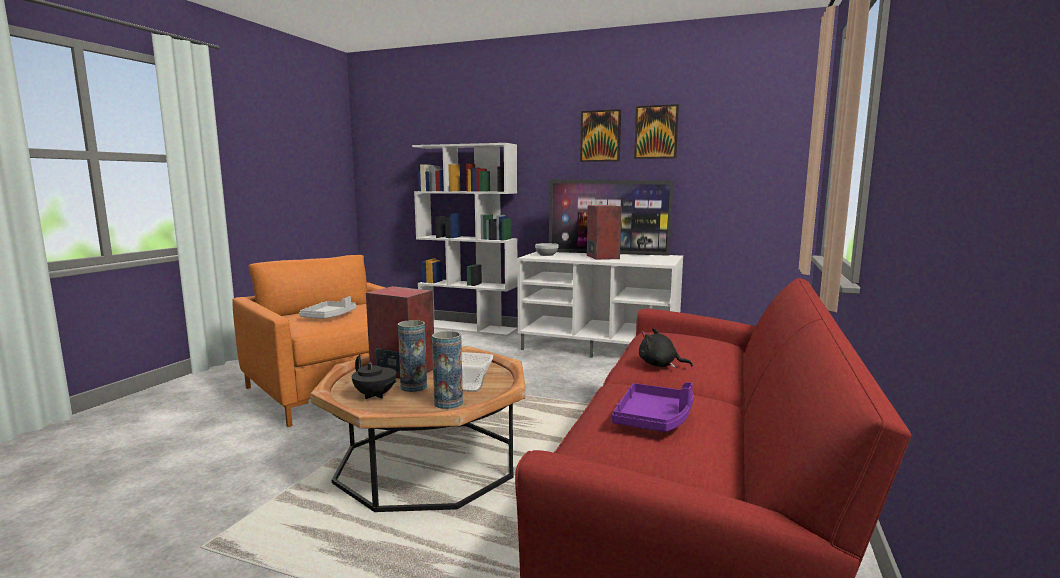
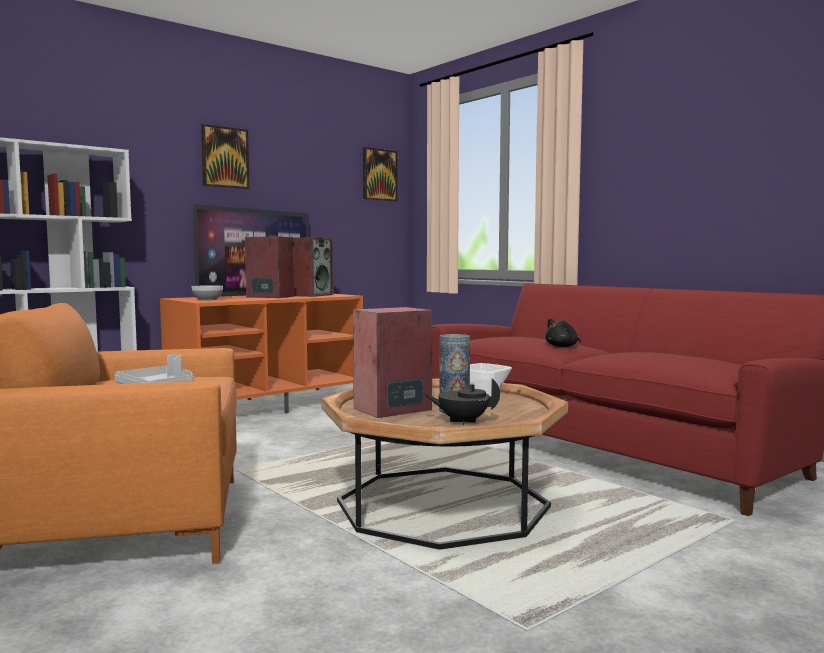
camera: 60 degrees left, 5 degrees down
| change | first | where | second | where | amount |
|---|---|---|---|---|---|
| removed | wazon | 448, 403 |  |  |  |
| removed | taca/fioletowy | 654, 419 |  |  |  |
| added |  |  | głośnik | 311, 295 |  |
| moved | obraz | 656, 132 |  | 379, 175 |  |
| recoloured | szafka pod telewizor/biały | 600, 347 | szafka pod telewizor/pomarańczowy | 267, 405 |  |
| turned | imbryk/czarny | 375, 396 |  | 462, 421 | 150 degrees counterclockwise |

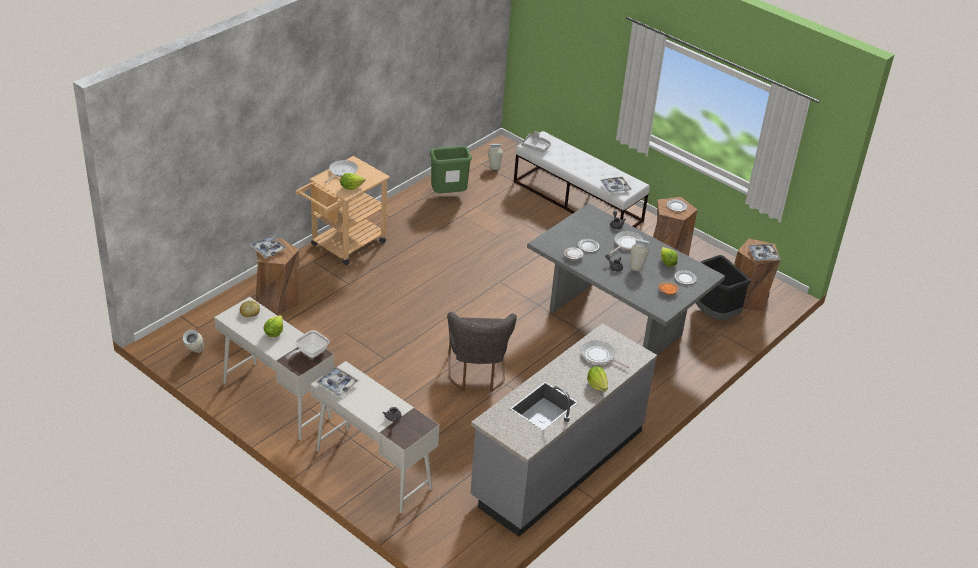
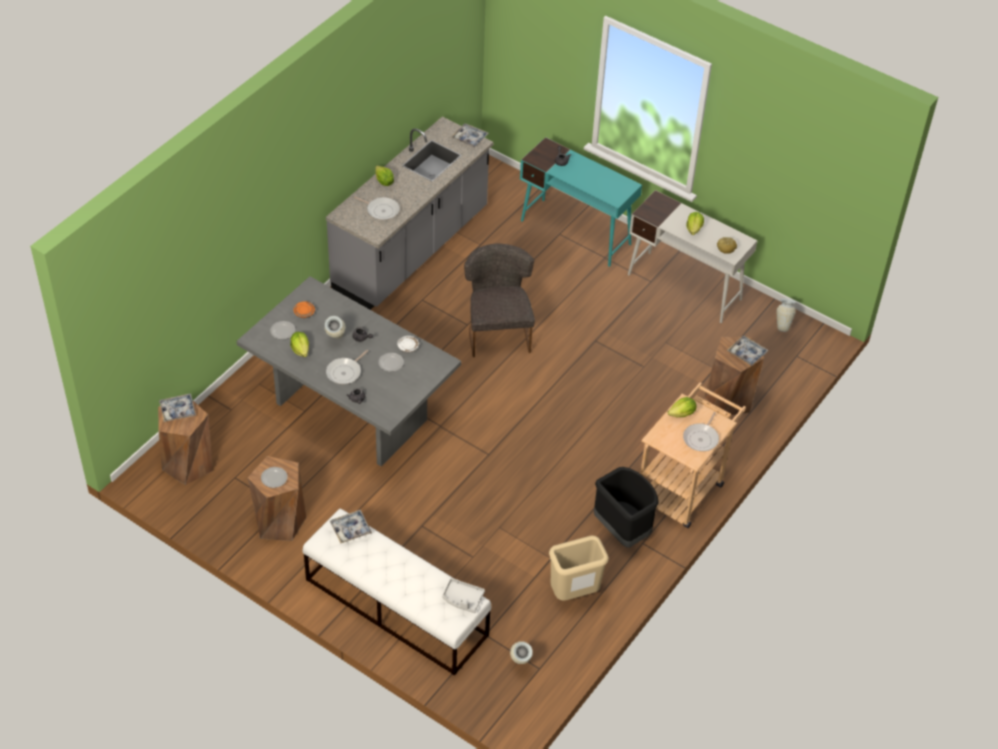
camera: 175 degrees right, 10 degrees up
| change | first | where | second | where | amount |
|---|---|---|---|---|---|
| removed | patelnia | 309, 353 |  |  |  |
| moved | taca | 337, 384 |  | 469, 138 |  |
| moved | kosz na śmieci/czarny | 714, 313 |  | 622, 530 |  |
| recoloured | biurko/biały | 373, 469 | biurko/turkusowy | 576, 232 |  |
| recoloured | kosz na śmieci/zielony | 448, 195 | kosz na śmieci/beżowy | 574, 594 |  |

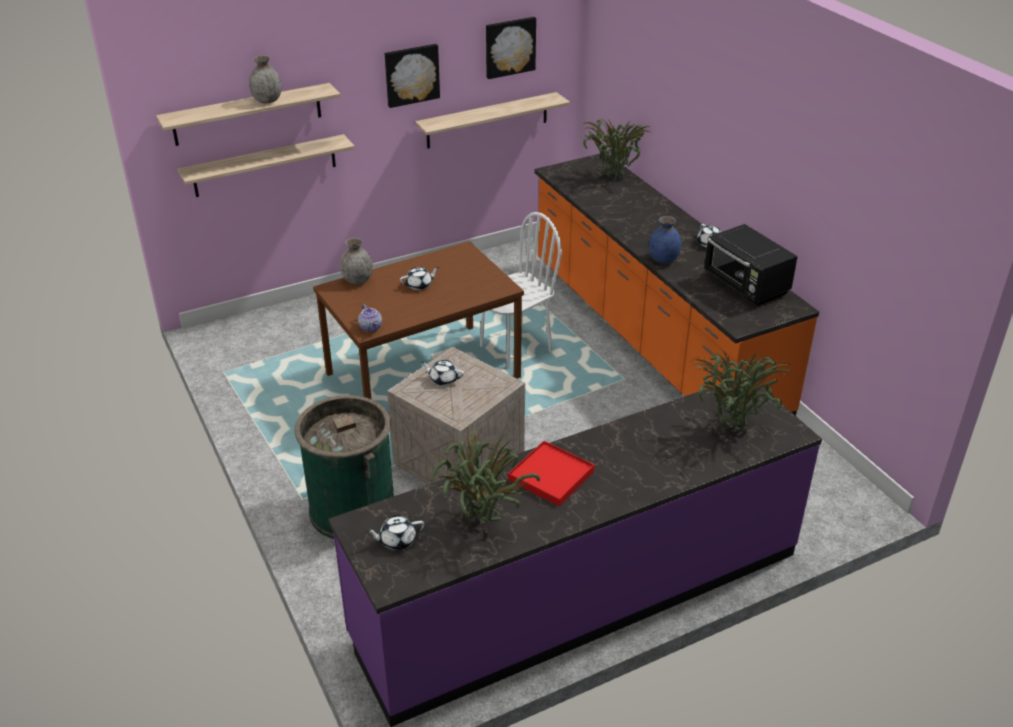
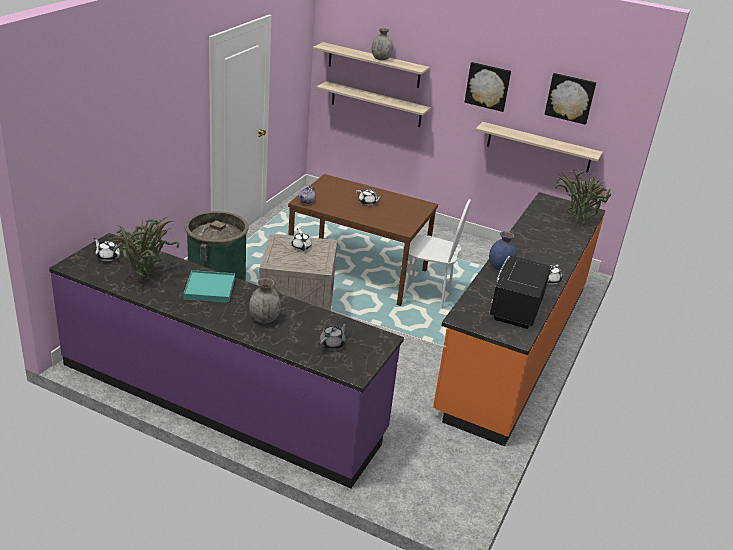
camera: 50 degrees right, 5 degrees down
| change | first | where | second | where | amount |
|---|---|---|---|---|---|
| moved | wazon/szary | 357, 280 |  | 264, 319 |  |
| replaced | roślina doniczkowa | 731, 427 | imbryk/szary | 332, 344 |  |
| recoloured | taca/czerwony | 551, 476 | taca/turkusowy | 210, 289 |  |

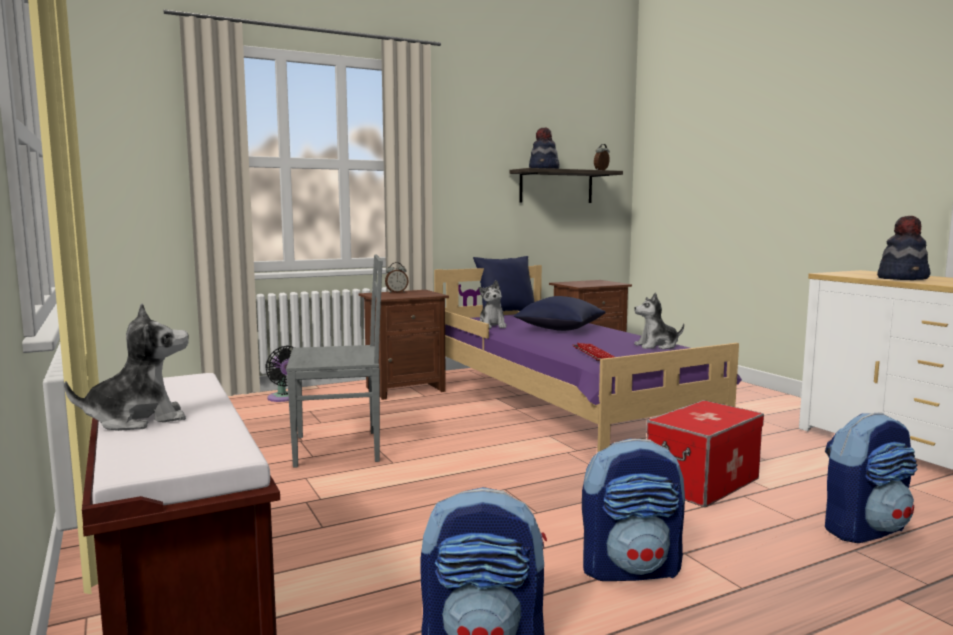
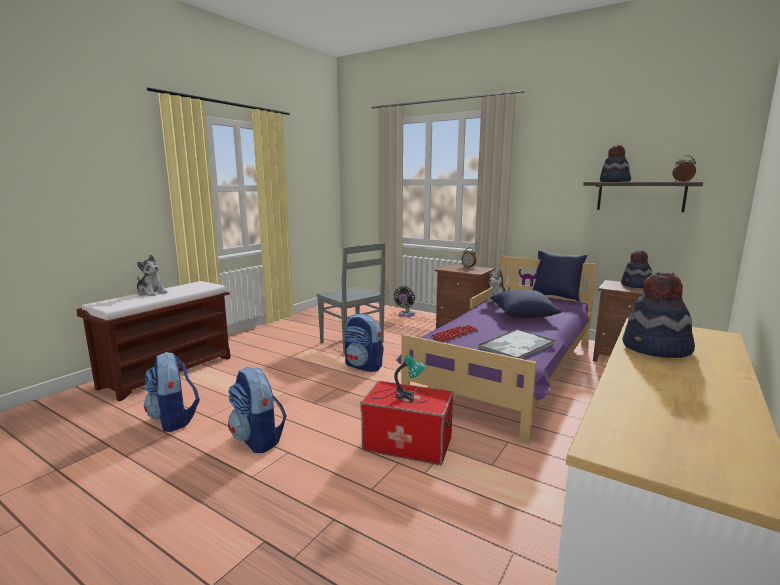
camera: 60 degrees right, 5 degrees up
| change | first | where | second | where | amount |
|---|---|---|---|---|---|
| added |  |  | lampa stołowa | 402, 395 |  |
| added |  |  | kapelusz | 636, 286 |  |
| moved | plecak | 863, 529 |  | 364, 366 |  |
| replaced | pluszak | 657, 346 | taca | 516, 346 |  |

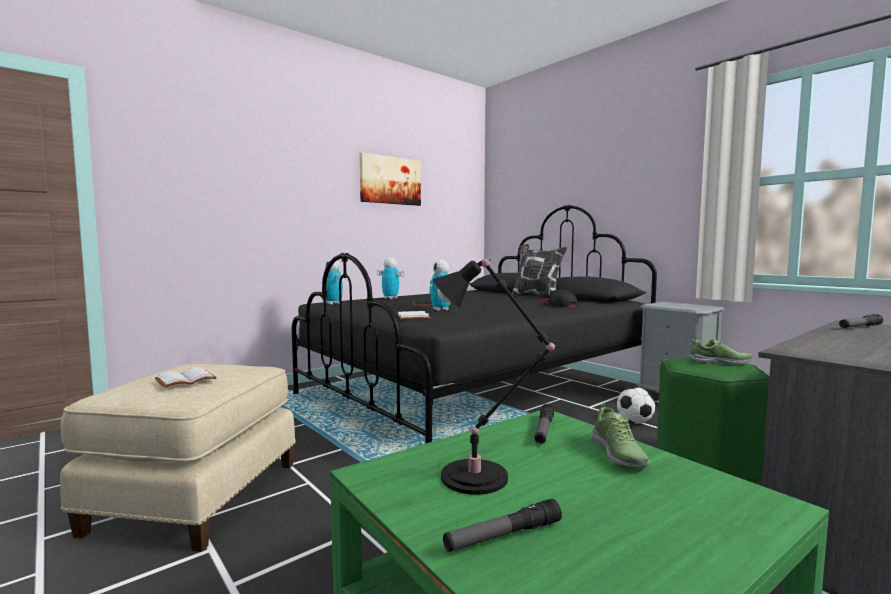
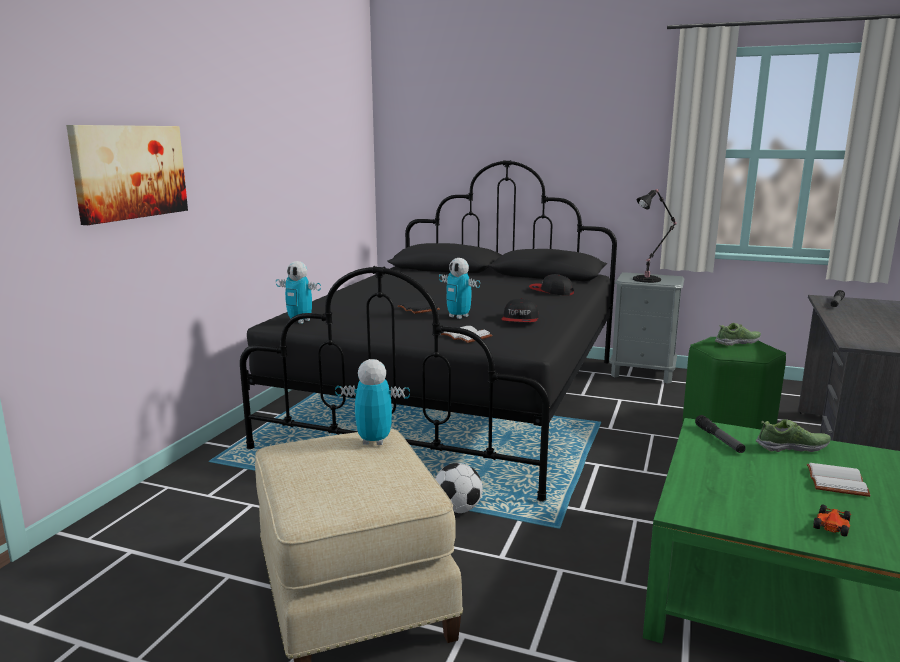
camera: 30 degrees left, 10 degrees up
| change | first | where | second | where | amount |
|---|---|---|---|---|---|
| removed | poduszka | 536, 296 |  |  |  |
| added |  |  | czapka z daszkiem | 520, 320 |  |
| moved | książka/biały | 185, 380 |  | 838, 482 |  |
| moved | obraz | 390, 180 |  | 130, 172 |  |
| moved | robot zabawkowy | 390, 298 |  | 374, 441 |  |
| moved | lampa stołowa/czarny | 480, 477 |  | 649, 279 |  |
| moved | piłka futbolowa | 635, 422 |  | 457, 510 |  |
| replaced | latarka | 503, 536 | samochodzik | 832, 525 |  |
| turned | but | 618, 454 |  | 792, 447 | 60 degrees counterclockwise |

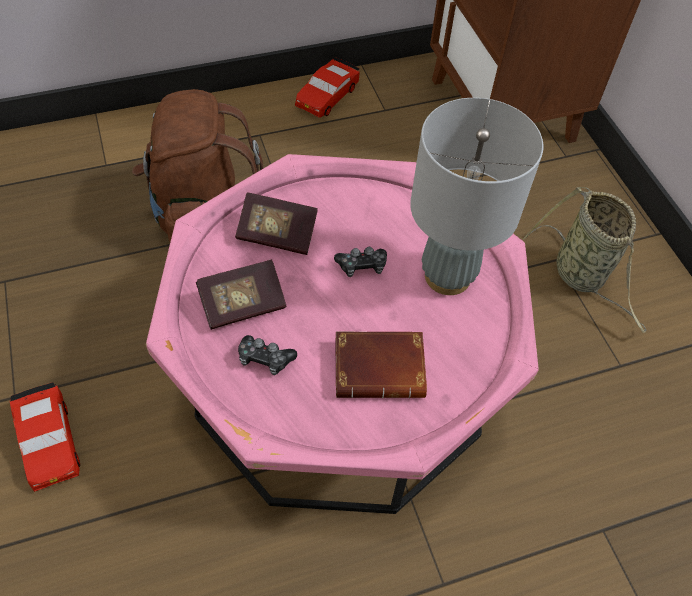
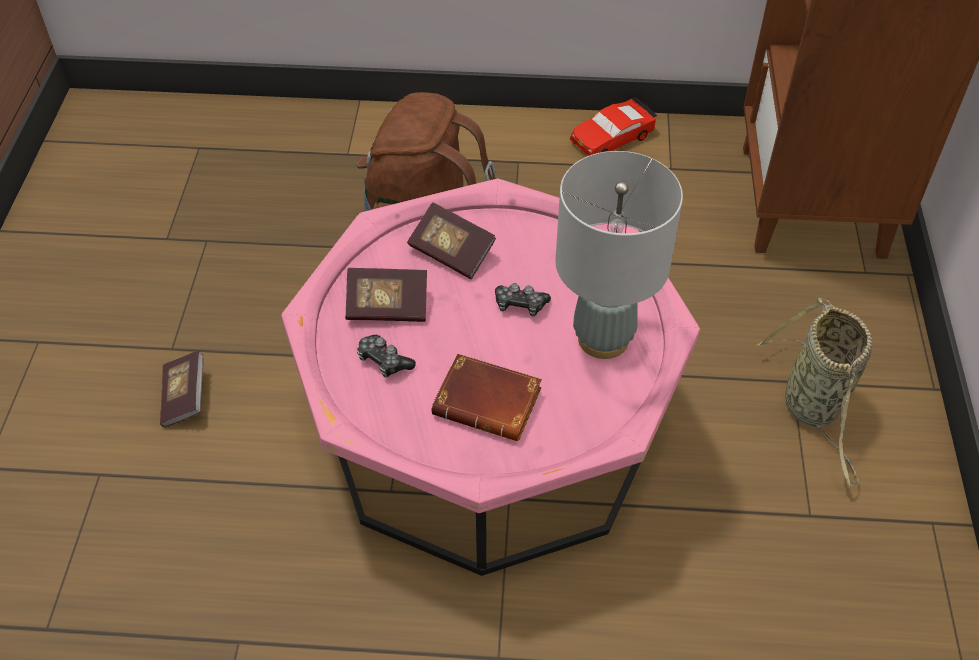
camera: 25 degrees right, 5 degrees down
| change | first | where | second | where | amount |
|---|---|---|---|---|---|
| replaced | samochodzik/czerwony | 48, 441 | książka | 185, 398 |  |

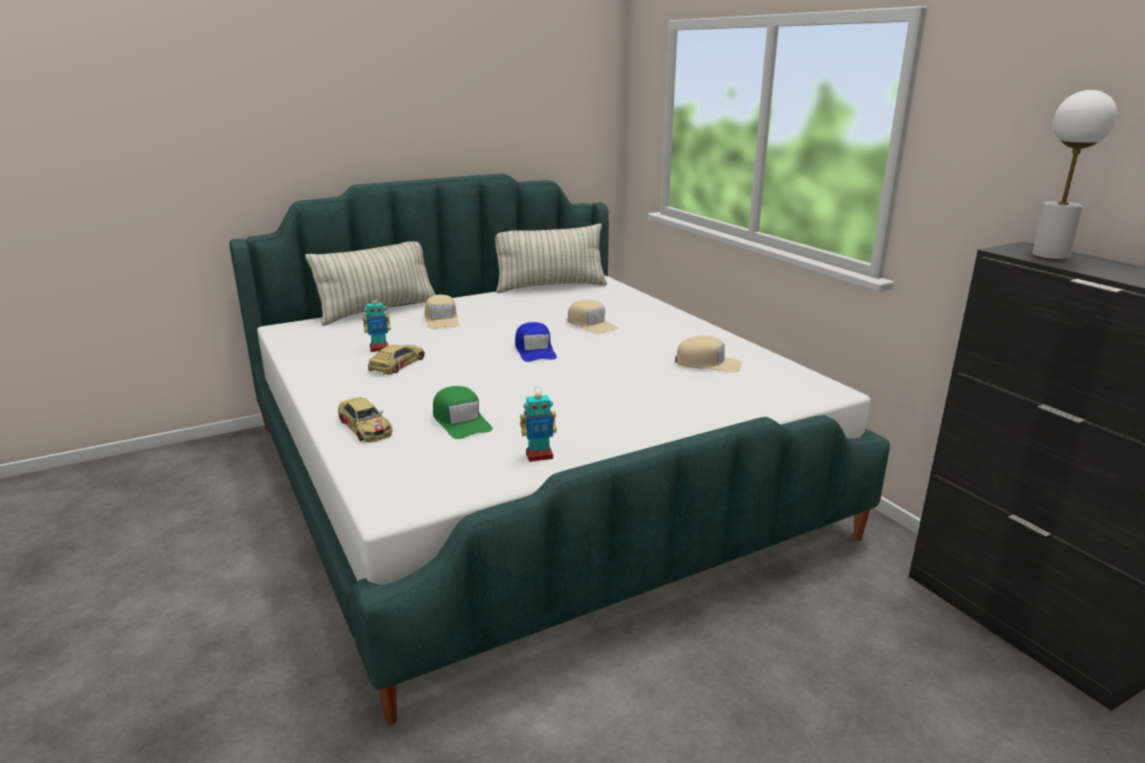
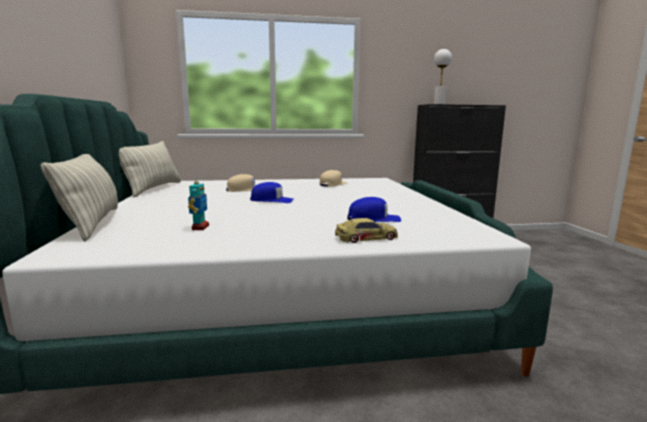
camera: 70 degrees left, 10 degrees down
| change | first | where | second | where | amount |
|---|---|---|---|---|---|
| removed | samochodzik | 398, 364 |  |  |  |
| removed | czapka z daszkiem/beżowy | 442, 320 |  |  |  |
| removed | robot zabawkowy | 539, 456 |  |  |  |
| recoloured | czapka z daszkiem/zielony | 461, 421 | czapka z daszkiem/niebieski | 373, 219 |  |

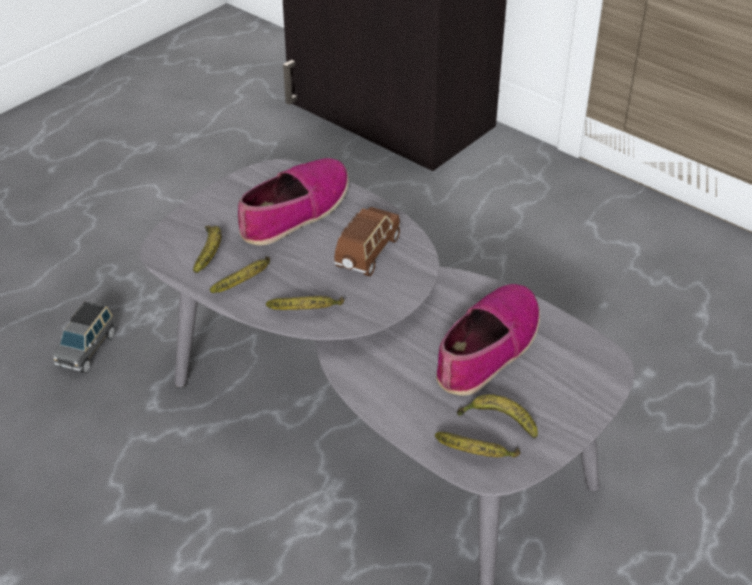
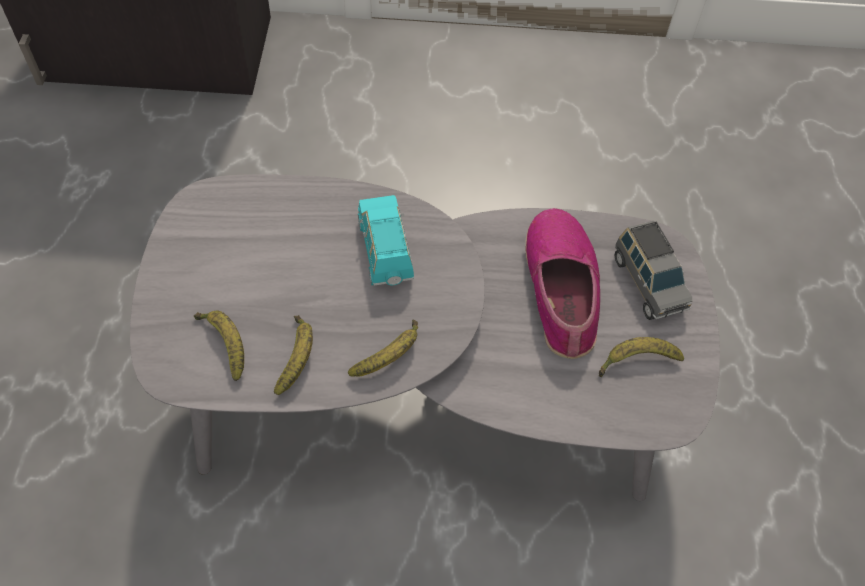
camera: 40 degrees left, 15 degrees up
| change | first | where | second | where | amount |
|---|---|---|---|---|---|
| removed | but | 295, 211 |  |  |  |
| removed | banan | 476, 454 |  |  |  |
| moved | samochodzik/szary | 87, 349 |  | 647, 283 |  |
| recoloured | samochodzik/brązowy | 367, 253 | samochodzik/turkusowy | 385, 252 |  |

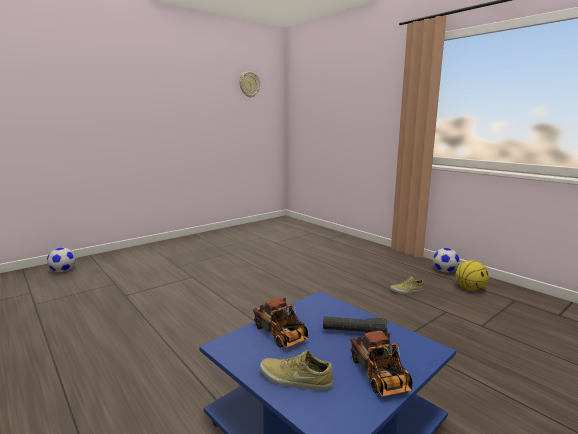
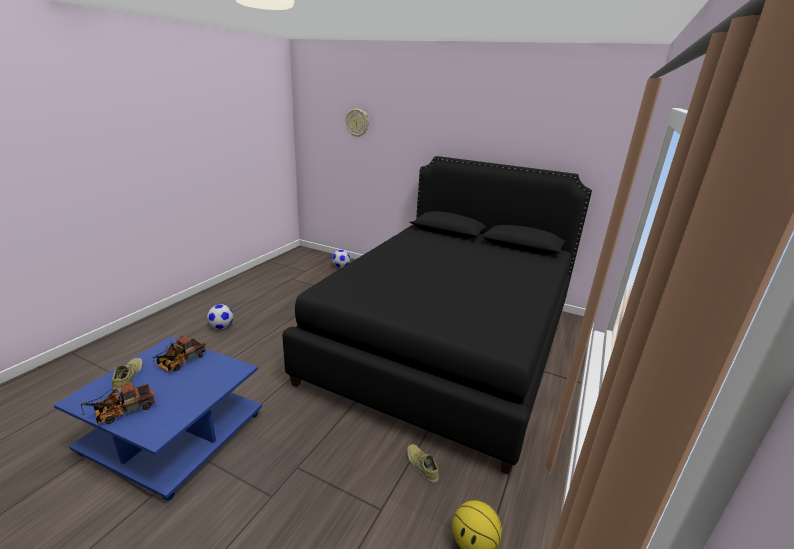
camera: 65 degrees right, 10 degrees up
| change | first | where | second | where | amount |
|---|---|---|---|---|---|
| removed | latarka/czarny | 354, 332 |  |  |  |
| added |  |  | łóżko/czarny | 447, 342 |  |
| moved | zegar ścienny | 249, 84 |  | 357, 123 |  |
| moved | piłka futbolowa | 444, 271 |  | 221, 327 |  |

